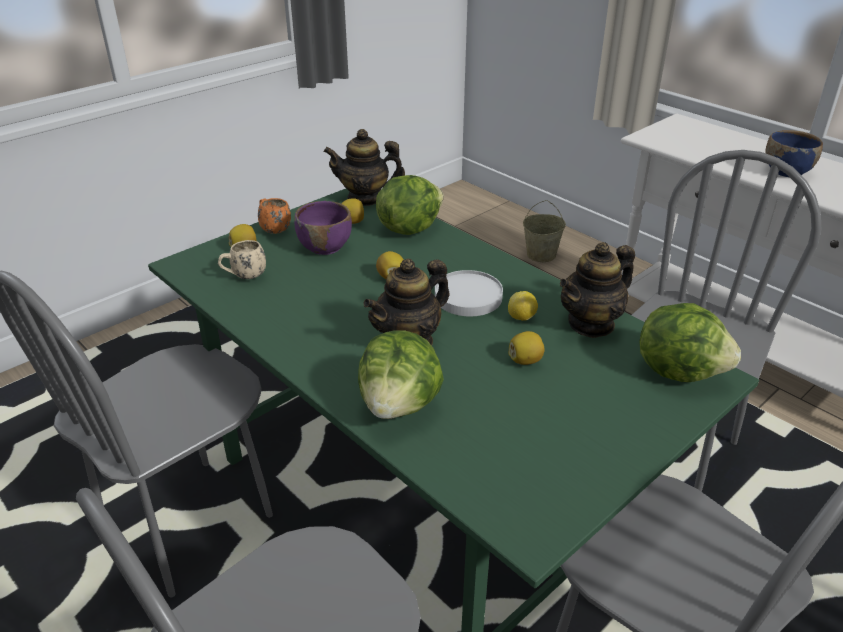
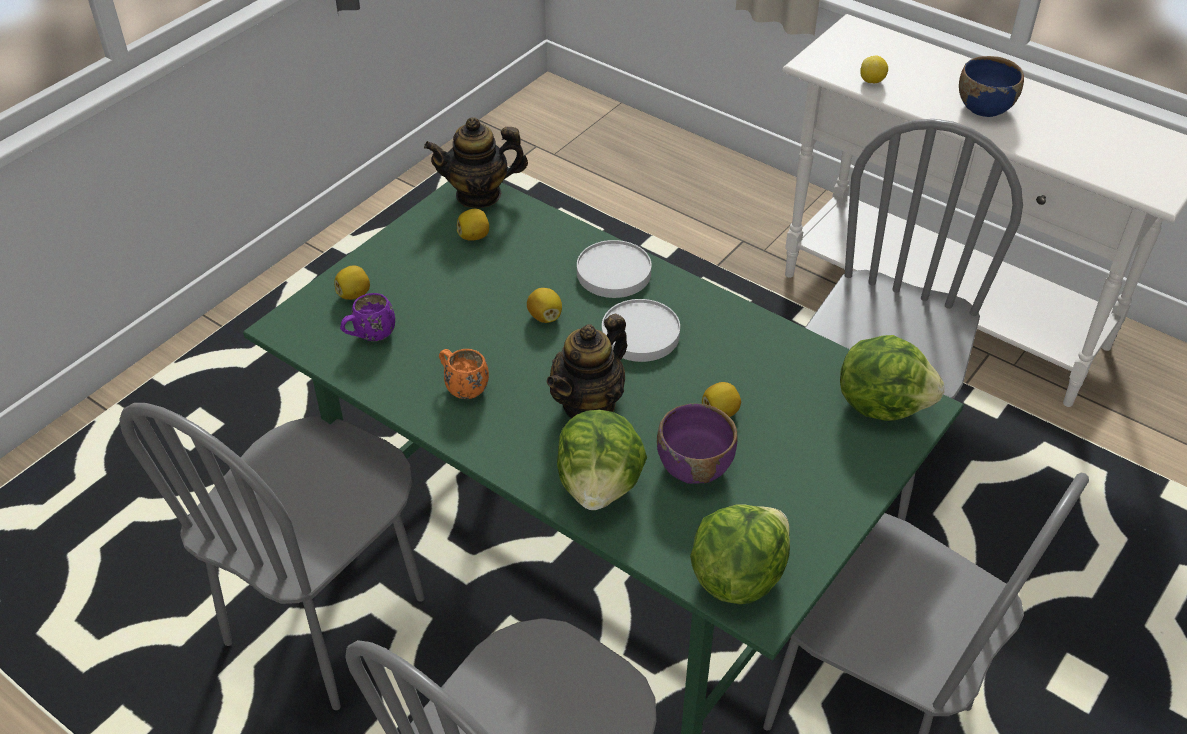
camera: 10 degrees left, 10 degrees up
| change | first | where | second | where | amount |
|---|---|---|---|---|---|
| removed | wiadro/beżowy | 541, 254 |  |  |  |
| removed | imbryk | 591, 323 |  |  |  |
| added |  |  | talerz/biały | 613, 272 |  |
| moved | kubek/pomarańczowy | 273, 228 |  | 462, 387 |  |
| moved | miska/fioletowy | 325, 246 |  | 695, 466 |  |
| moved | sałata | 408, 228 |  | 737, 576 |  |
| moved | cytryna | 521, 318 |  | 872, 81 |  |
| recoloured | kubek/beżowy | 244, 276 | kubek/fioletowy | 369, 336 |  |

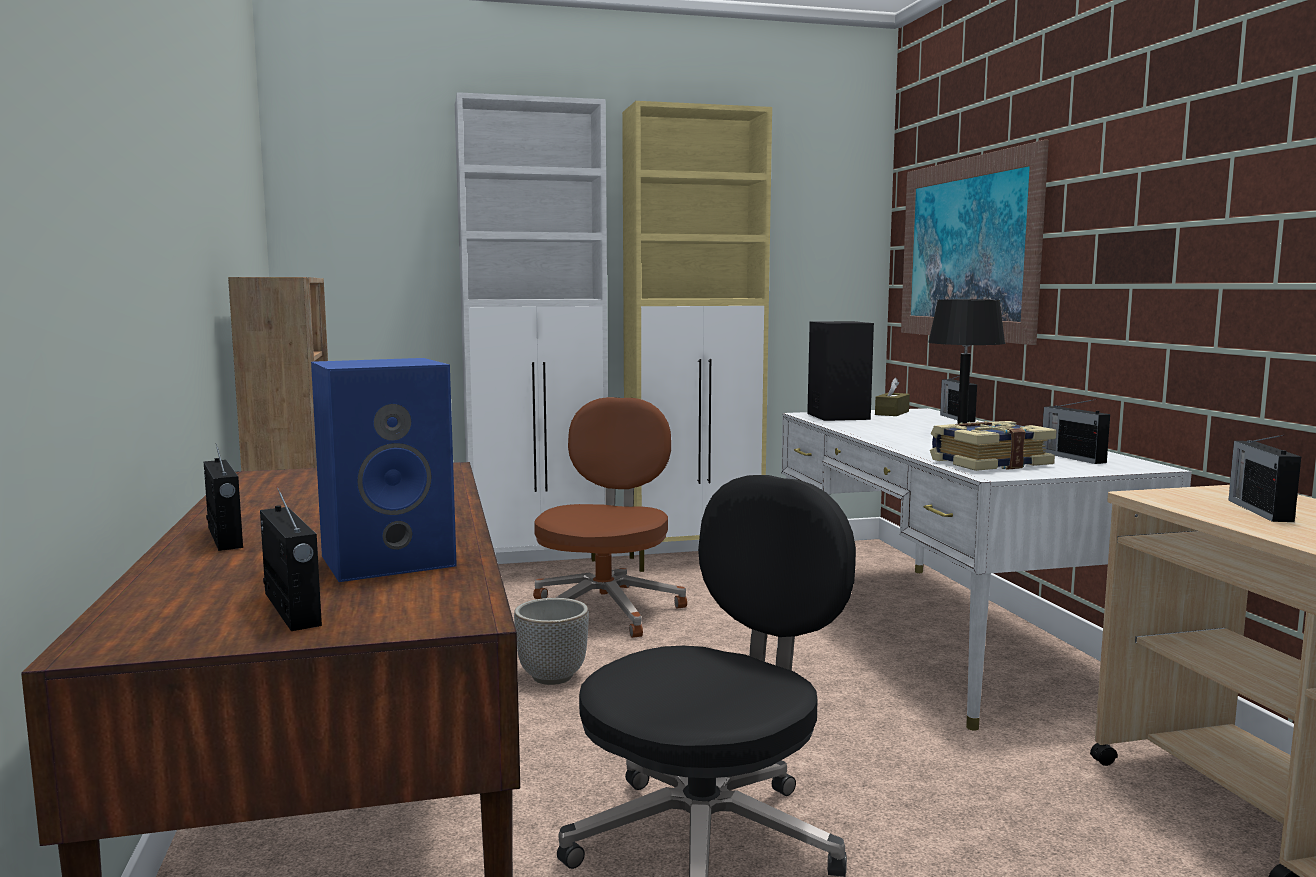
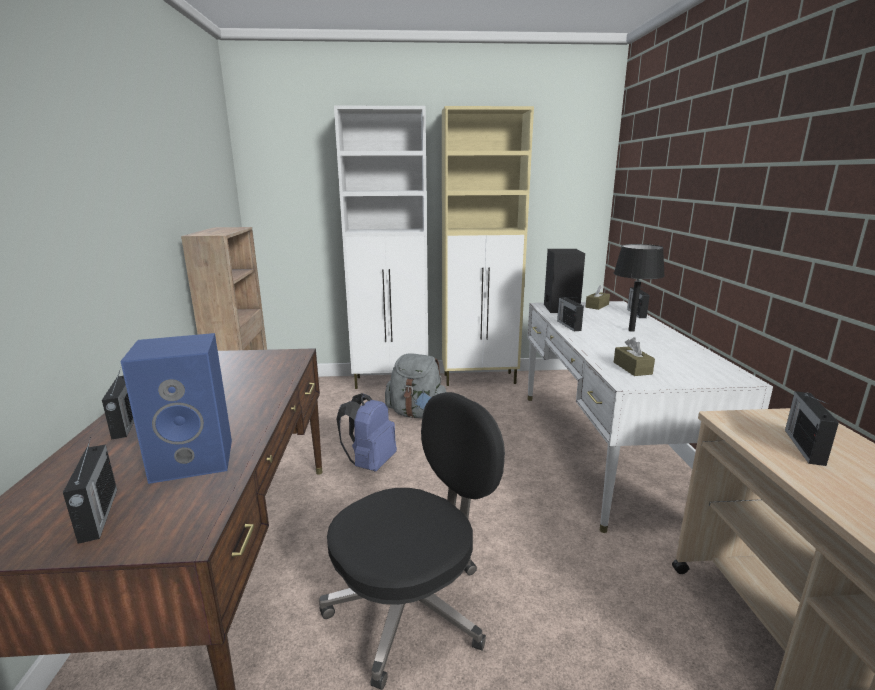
camera: 10 degrees right, 10 degrees up
| change | first | where | second | where | amount |
|---|---|---|---|---|---|
| removed | obraz | 966, 249 |  |  |  |
| moved | radio | 1071, 457 |  | 568, 325 |  |
| replaced | donica | 552, 677 | plecak/niebieski | 370, 463 |  |
| replaced | krzesło biurowe/brązowy | 605, 609 | plecak/szary | 417, 414 |  |
| replaced | książka | 989, 463 | pudełko chusteczek/brązowy | 632, 368 |  |

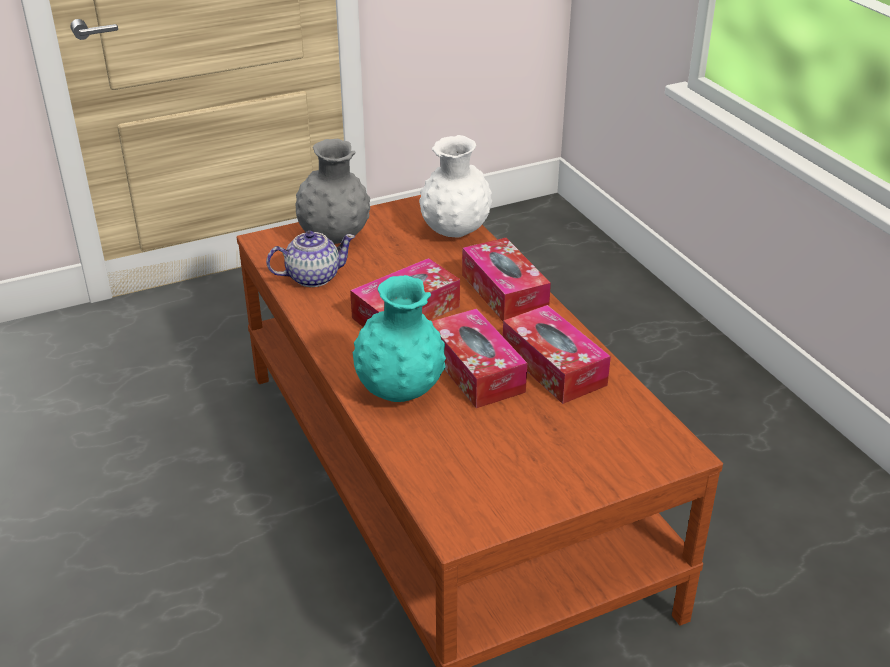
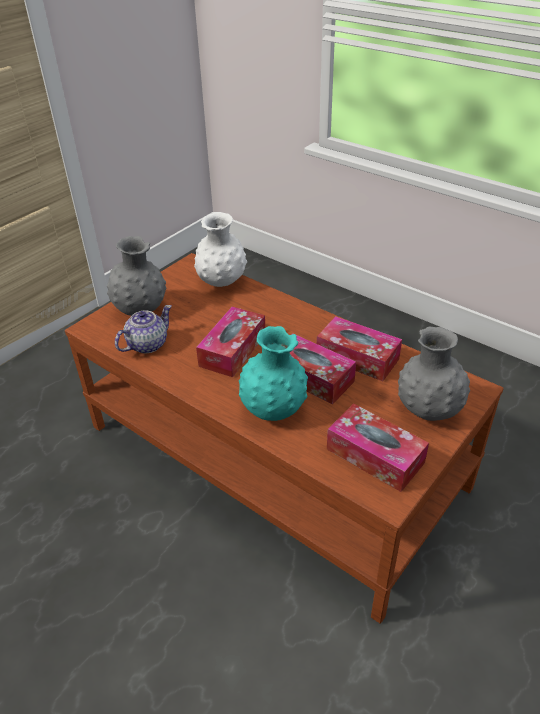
camera: 25 degrees left, 5 degrees up
| change | first | where | second | where | amount |
|---|---|---|---|---|---|
| added |  |  | wazon/szary | 428, 411 |  |
| moved | pudełko chusteczek | 504, 292 |  | 375, 456 |  |

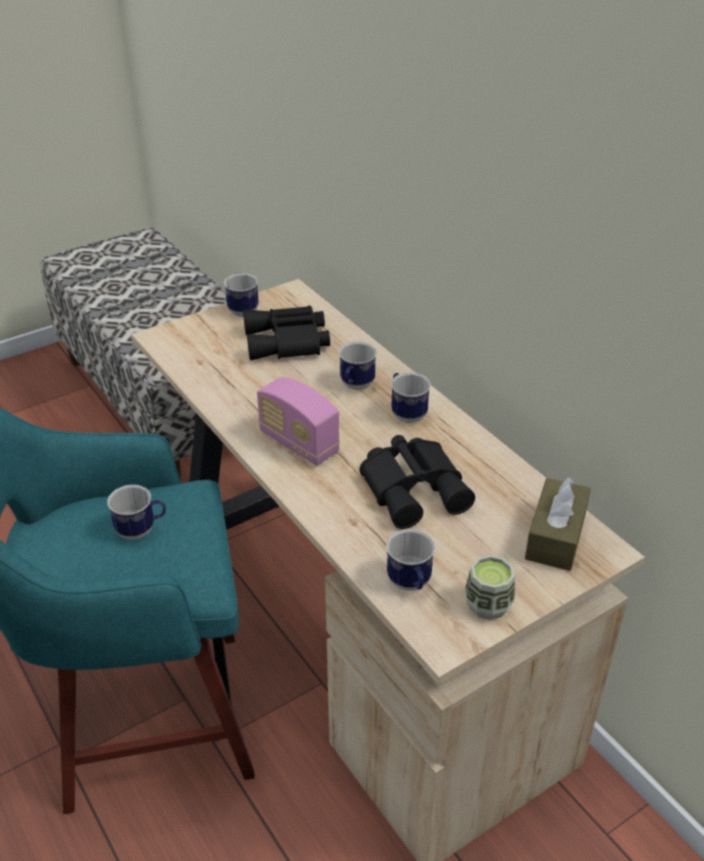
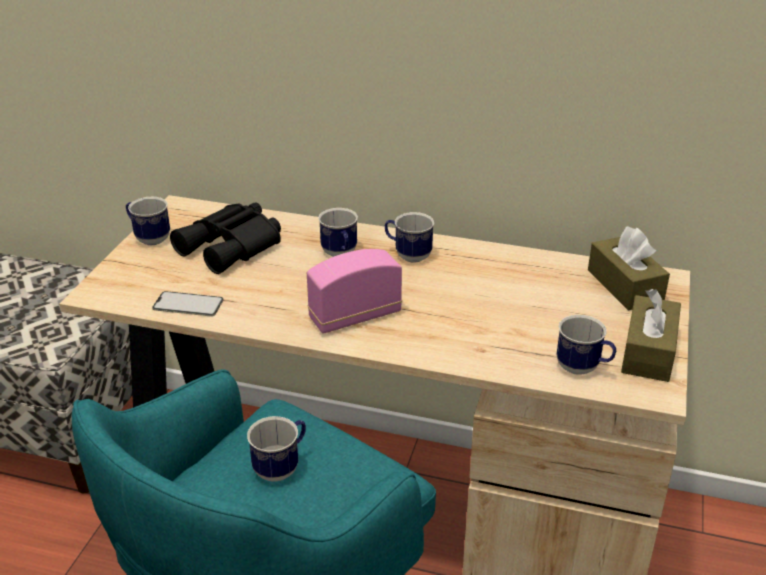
camera: 40 degrees left, 5 degrees down
| change | first | where | second | where | amount |
|---|---|---|---|---|---|
| removed | lornetka/czarny | 415, 488 |  |  |  |
| added |  |  | telefon | 188, 304 |  |
| replaced | filiżanka | 488, 605 | pudełko chusteczek/brązowy | 648, 352 |  |
| turned | radio | 299, 443 |  | 355, 316 | 150 degrees clockwise |

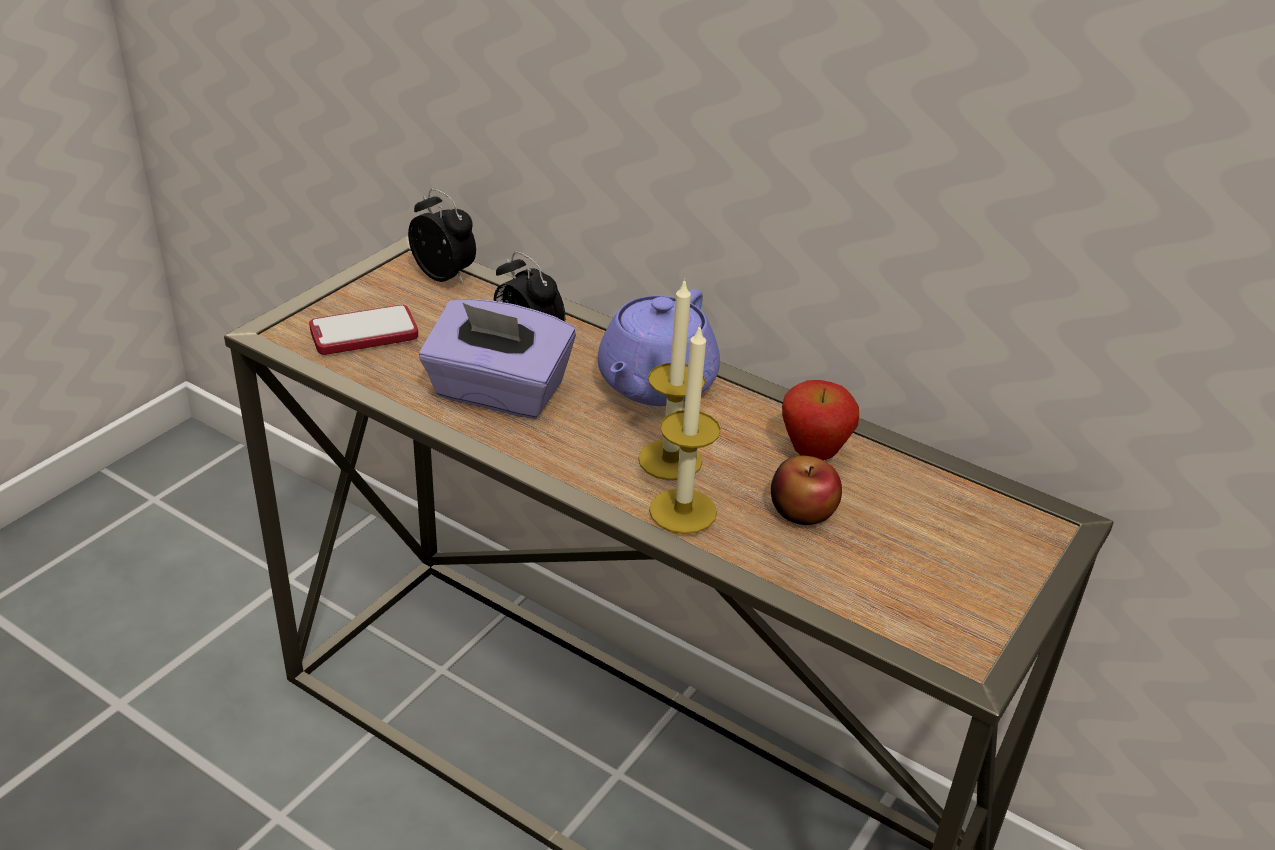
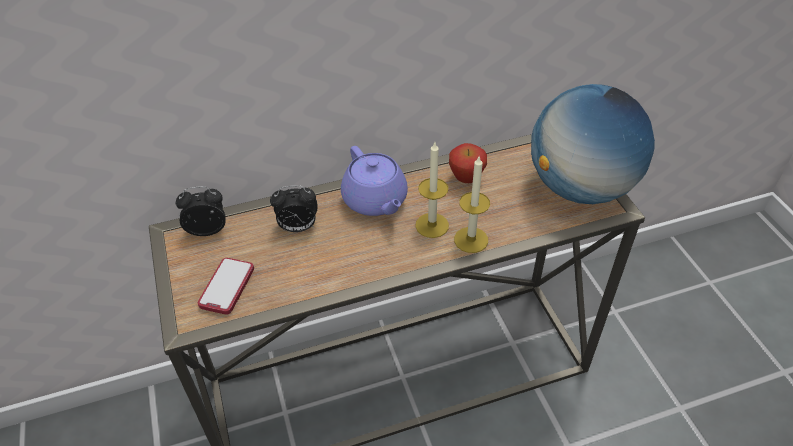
camera: 50 degrees left, 10 degrees up
| change | first | where | second | where | amount |
|---|---|---|---|---|---|
| removed | pudełko chusteczek/fioletowy | 498, 393 |  |  |  |
| removed | jabłko | 802, 511 |  |  |  |
| added |  |  | globus | 580, 188 |  |

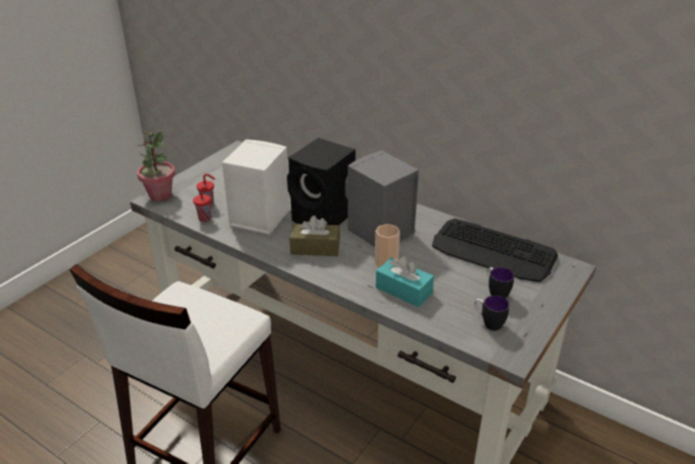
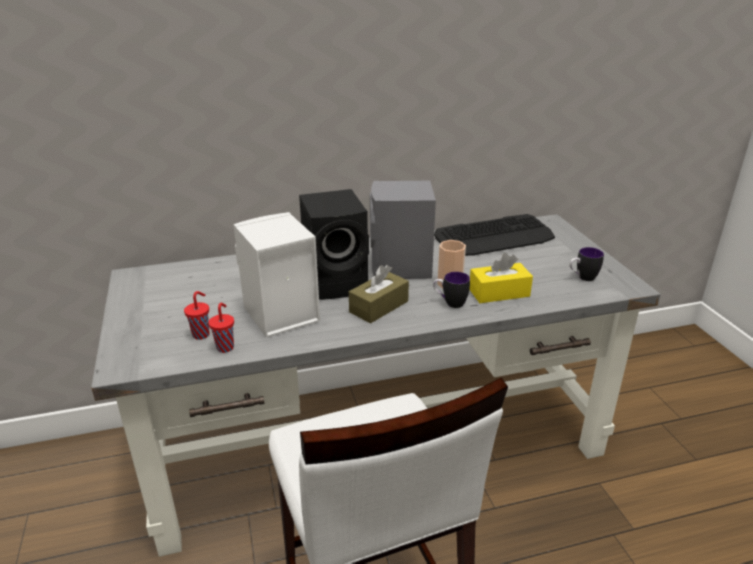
camera: 50 degrees left, 5 degrees down
| change | first | where | second | where | amount |
|---|---|---|---|---|---|
| removed | roślina doniczkowa | 160, 195 |  |  |  |
| moved | kubek | 495, 293 |  | 450, 303 |  |
| recoloured | pudełko chusteczek/turkusowy | 404, 290 | pudełko chusteczek/żółty | 499, 292 |  |

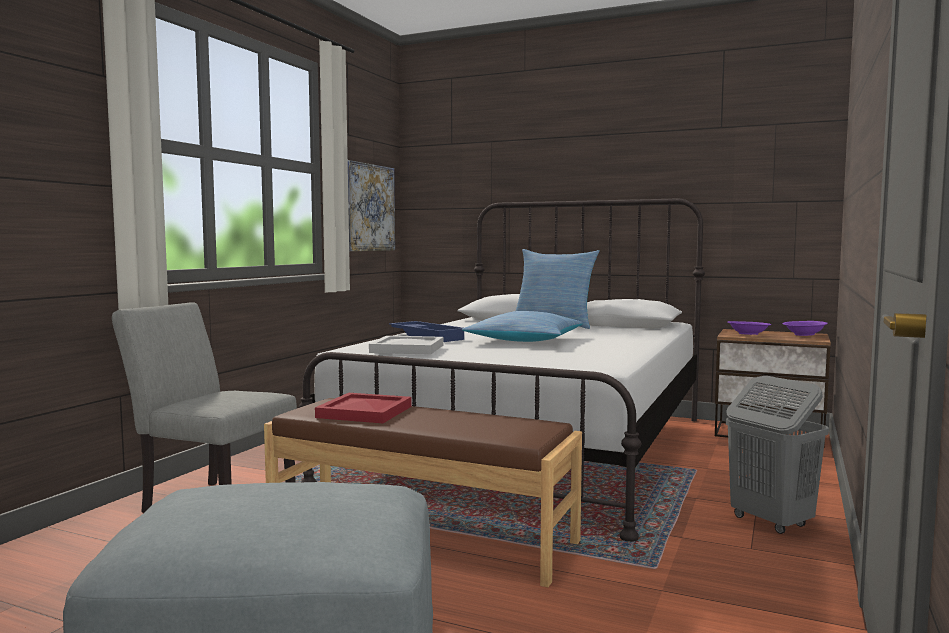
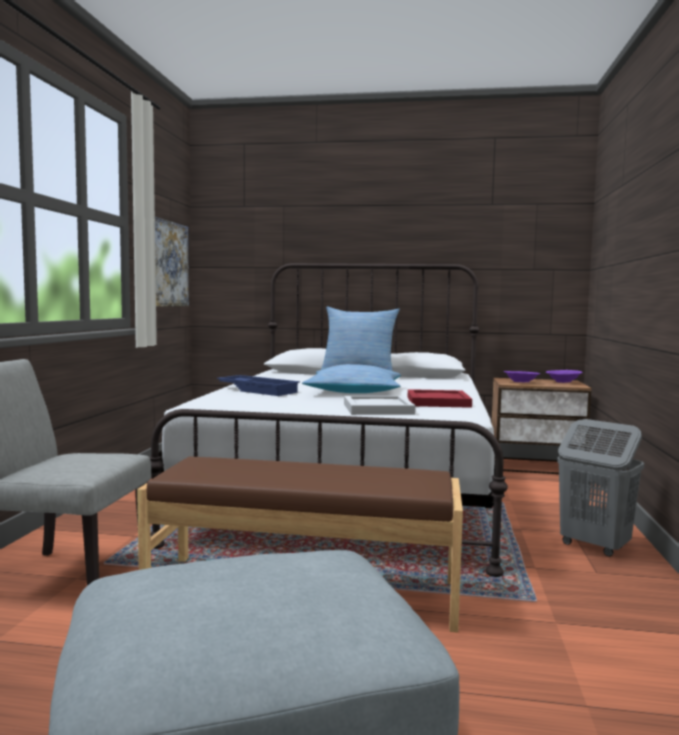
camera: 15 degrees left, 0 degrees up
| change | first | where | second | where | amount |
|---|---|---|---|---|---|
| moved | taca/czerwony | 365, 412 |  | 439, 402 |  |
| moved | taca/biały | 408, 348 |  | 378, 409 |  |

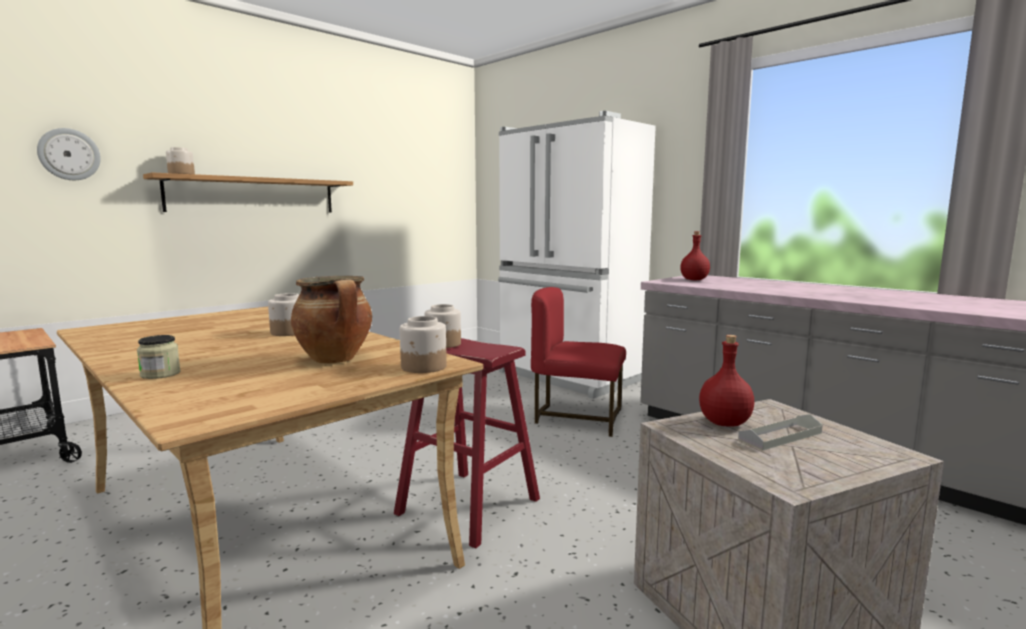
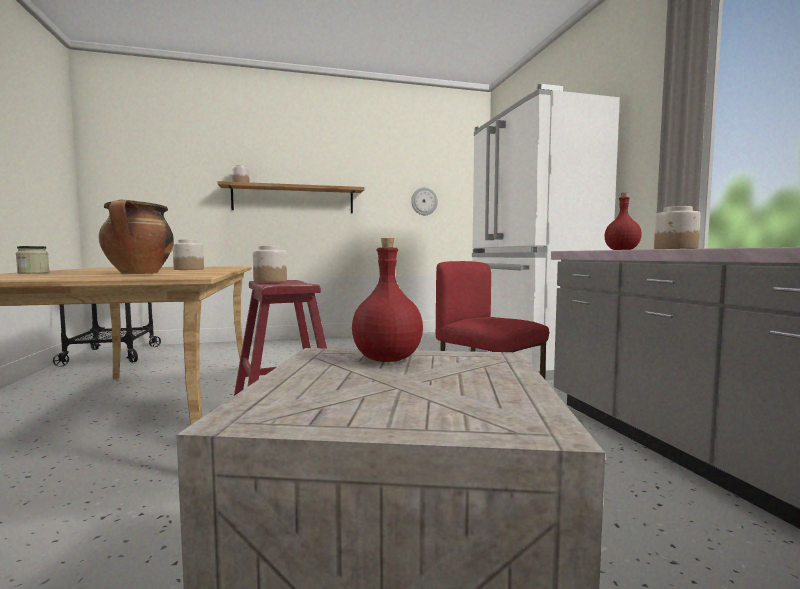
camera: 30 degrees right, 5 degrees down
| change | first | where | second | where | amount |
|---|---|---|---|---|---|
| removed | taca/szary | 780, 436 |  |  |  |
| moved | zegar ścienny | 69, 154 |  | 424, 201 |  |
| moved | słoik | 424, 367 |  | 675, 248 |  |

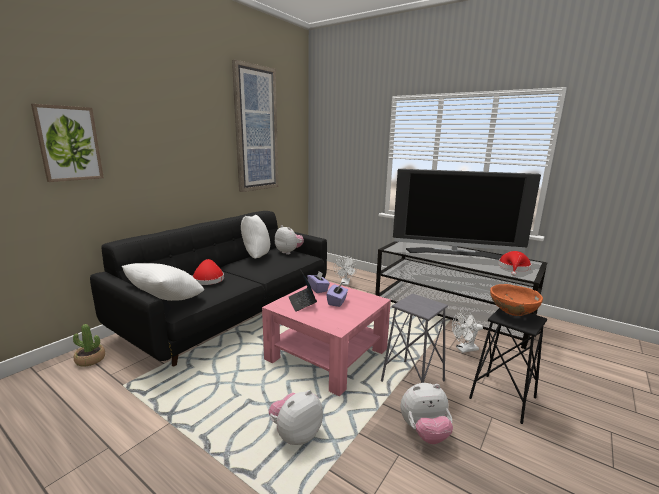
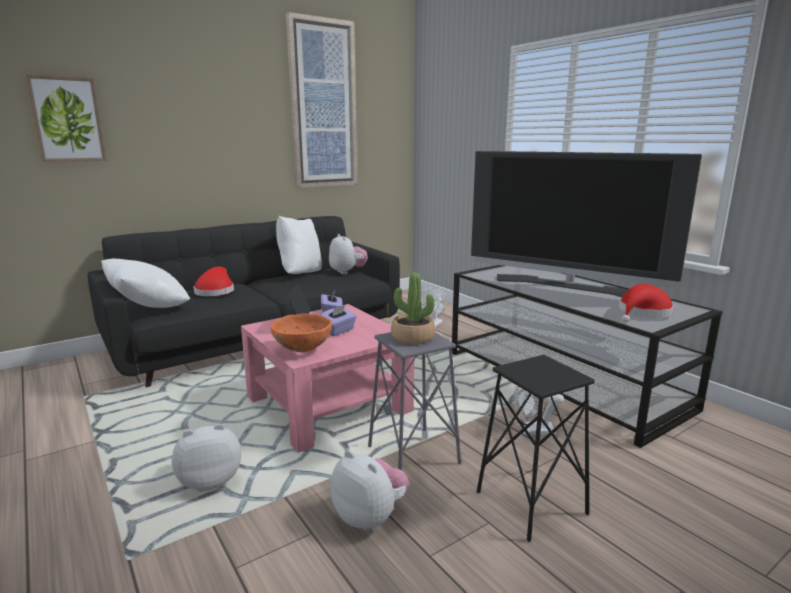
camera: 20 degrees right, 0 degrees up
| change | first | where | second | where | amount |
|---|---|---|---|---|---|
| moved | roślina doniczkowa | 90, 360 |  | 412, 337 |  |
| moved | miska/pomarańczowy | 512, 313 |  | 303, 350 |  |
| turned | pluszak | 424, 432 |  | 370, 517 | 150 degrees counterclockwise |

